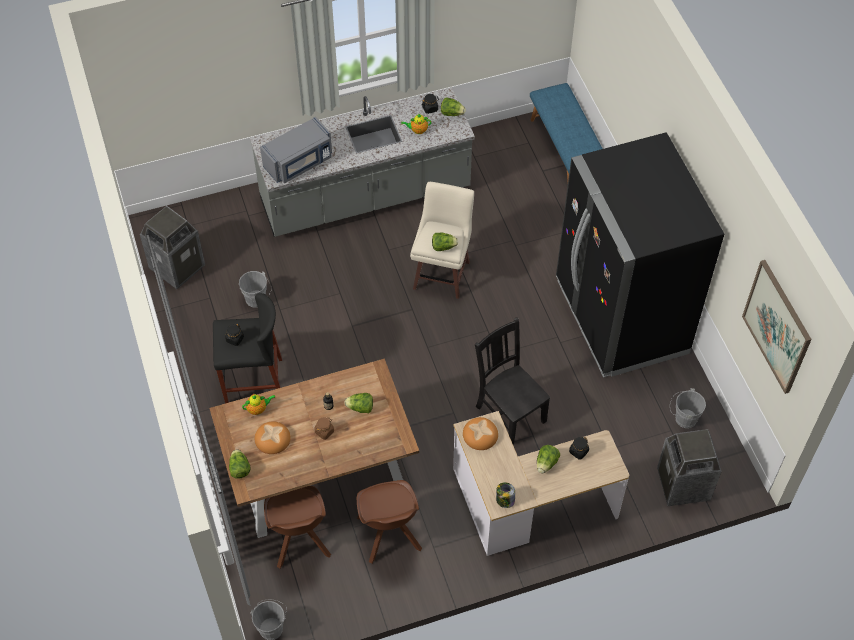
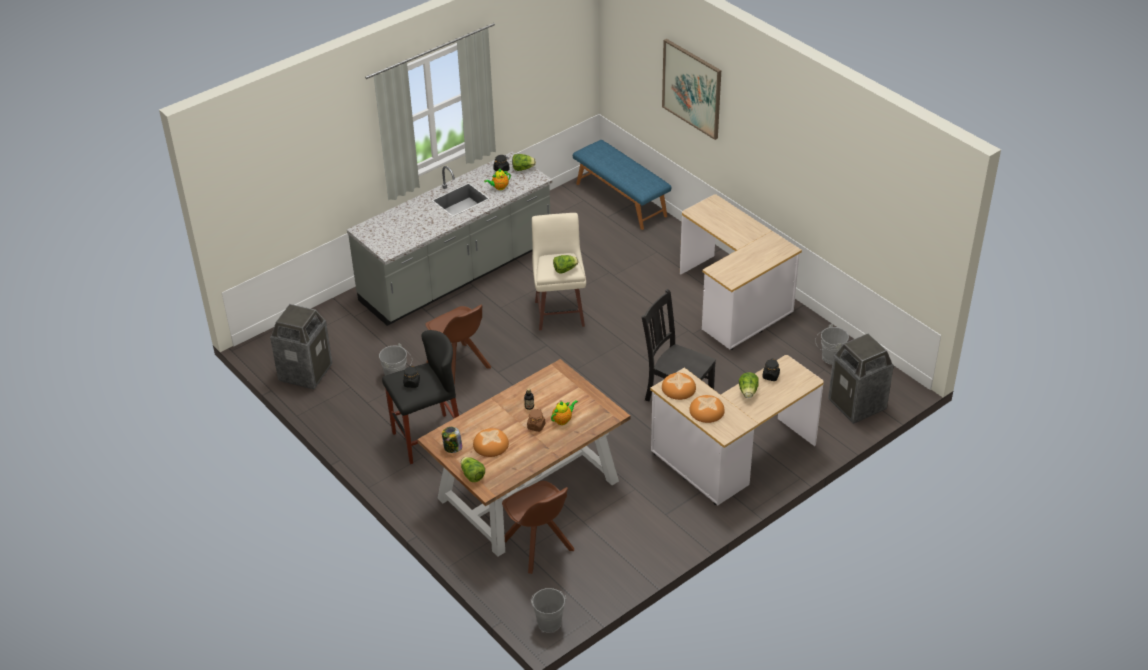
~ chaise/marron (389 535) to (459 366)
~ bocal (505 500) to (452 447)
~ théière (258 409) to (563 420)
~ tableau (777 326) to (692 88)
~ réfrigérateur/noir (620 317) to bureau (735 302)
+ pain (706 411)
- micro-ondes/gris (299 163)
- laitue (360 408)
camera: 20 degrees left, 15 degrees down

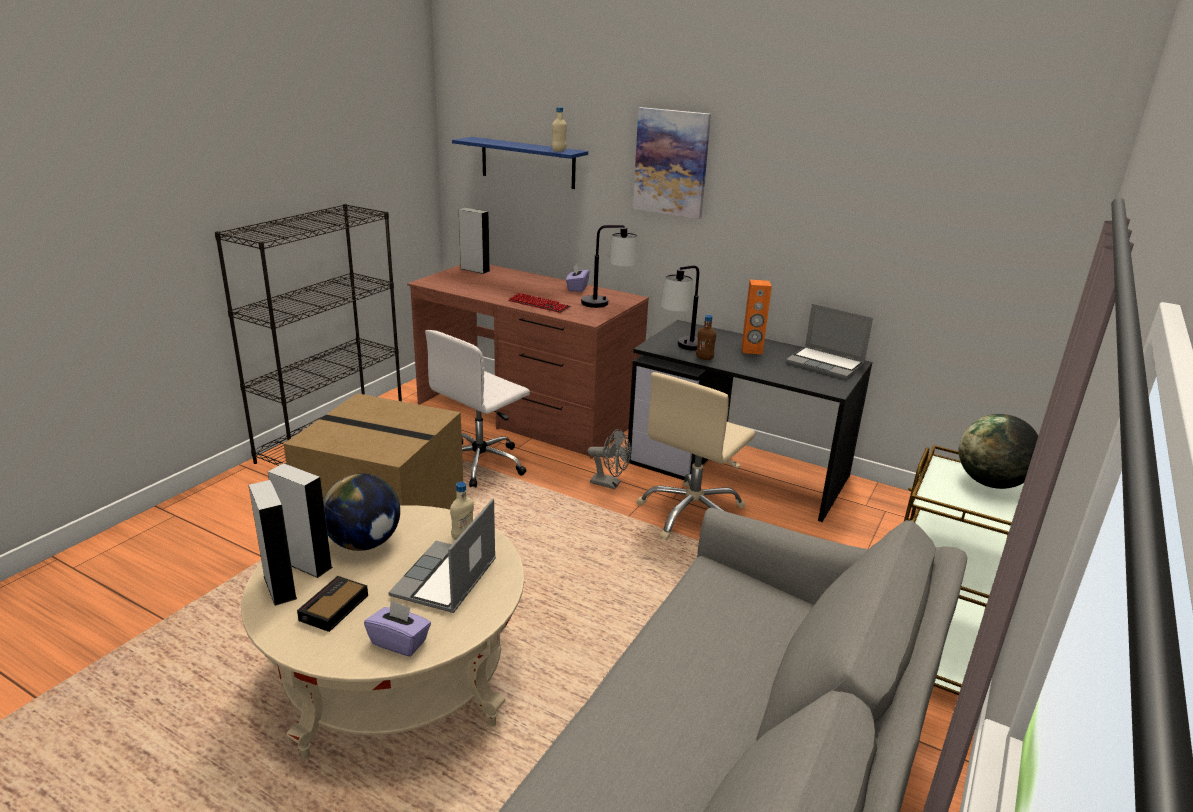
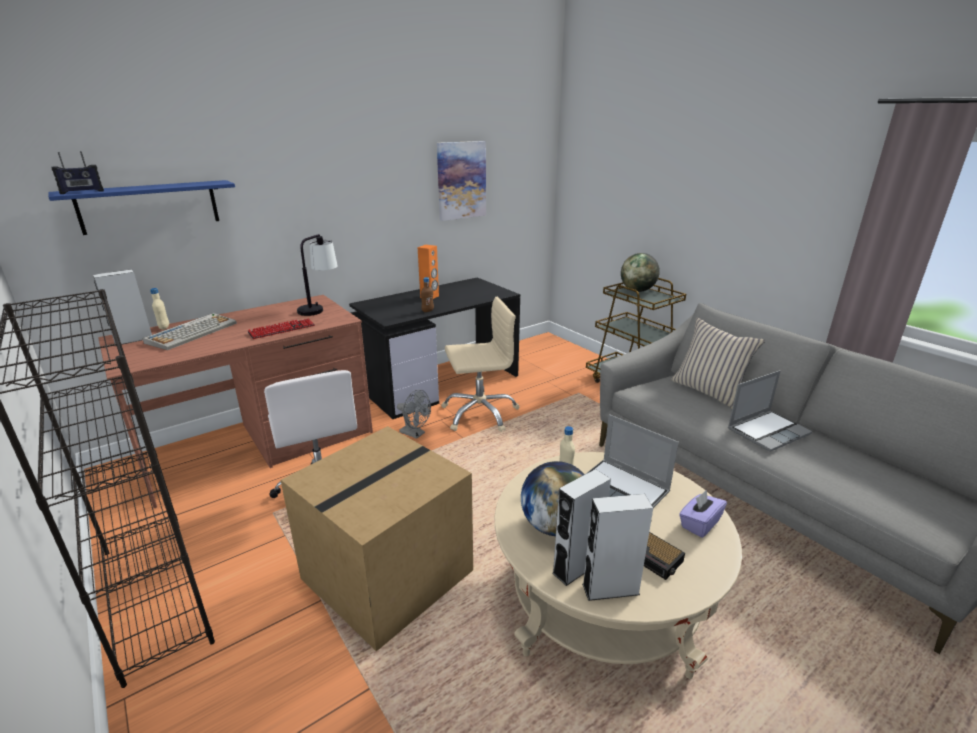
+ radio (82 192)
+ clavier (192 332)
~ bouteille/beige (559 150) to (164 327)
~ ventilateur/gris (610 484) = (415 434) 75 degrees clockwise
~ tableau (671 163) to (461 180)
~ chaise de bureau/beige (692 515) = (480 413) 75 degrees counterclockwise
+ coussin/beige (708 391)
~ ordinateur portable (826 364) to (768 431)
- boîte à mouchoirs/violet (577 288)
- lampe de table (682 348)
camera: 65 degrees left, 0 degrees up

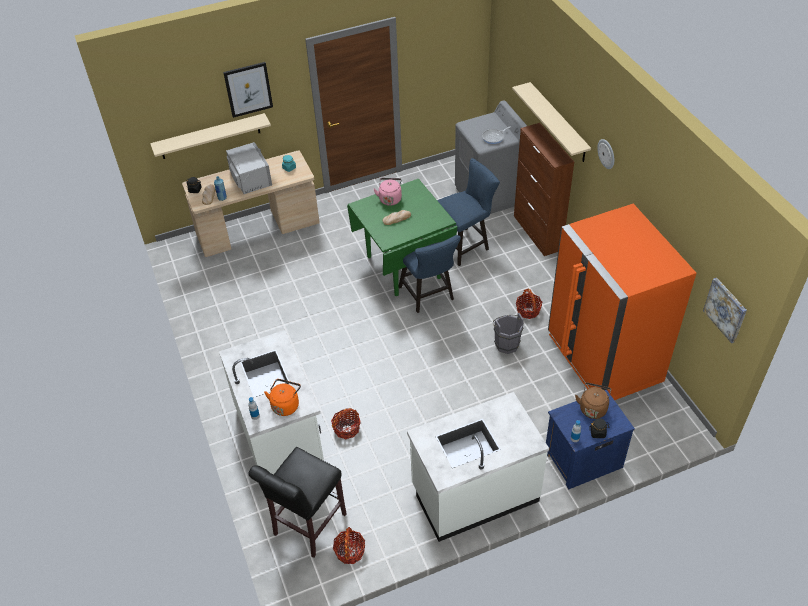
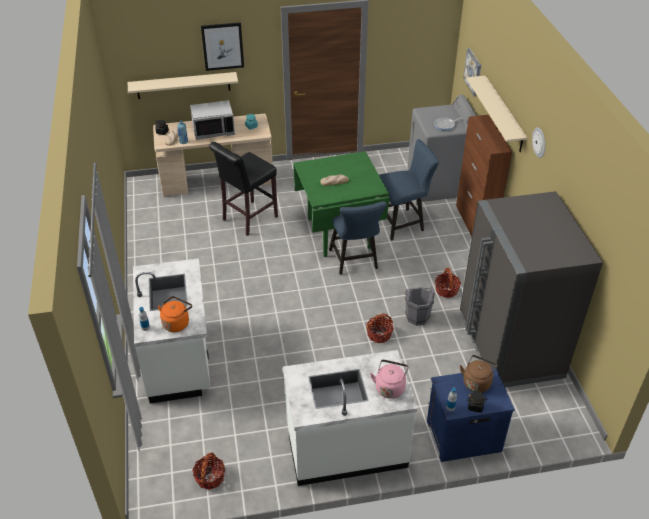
~ micro-ondes/gris (250 179) = (213 130) 90 degrees clockwise
~ tabouret/noir (307 527) to (247 219)
~ panier (346 428) to (379 334)
~ bouilloire/rose (390 198) to (390 387)
~ réfrigérateur/orange (603 358) to réfrigérateur/gris (509 346)
~ tableau (725 309) to (473 72)
camera: 10 degrees right, 5 degrees down

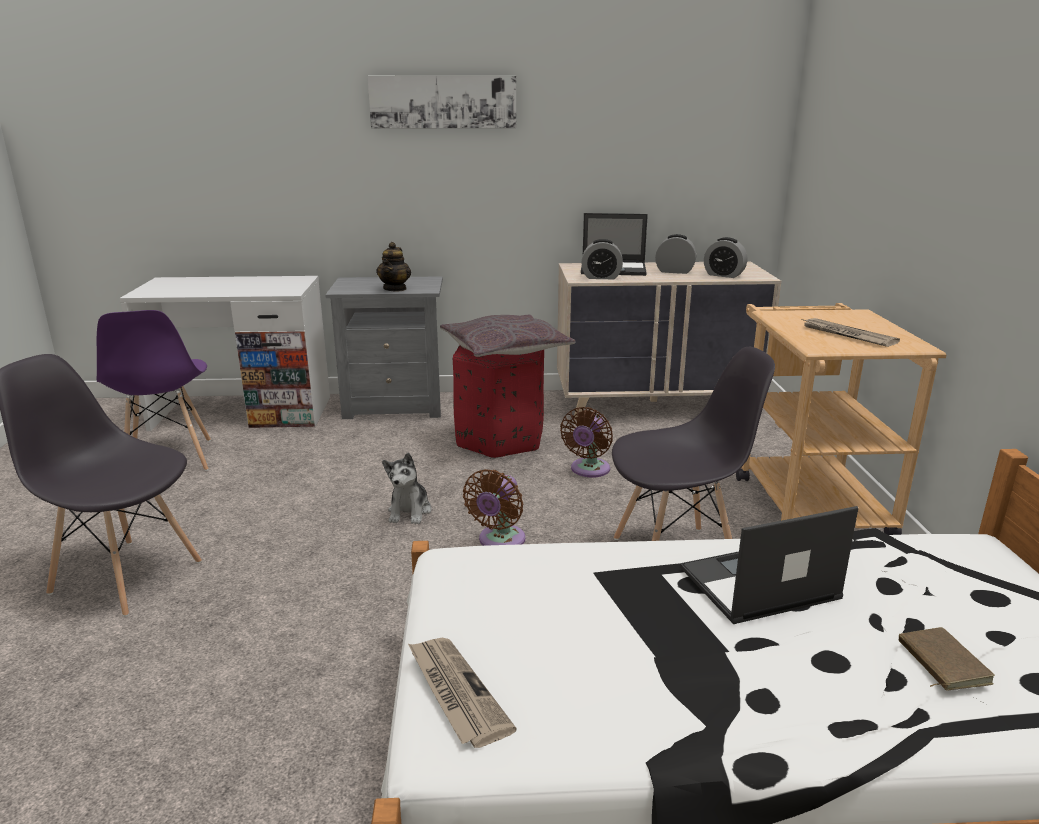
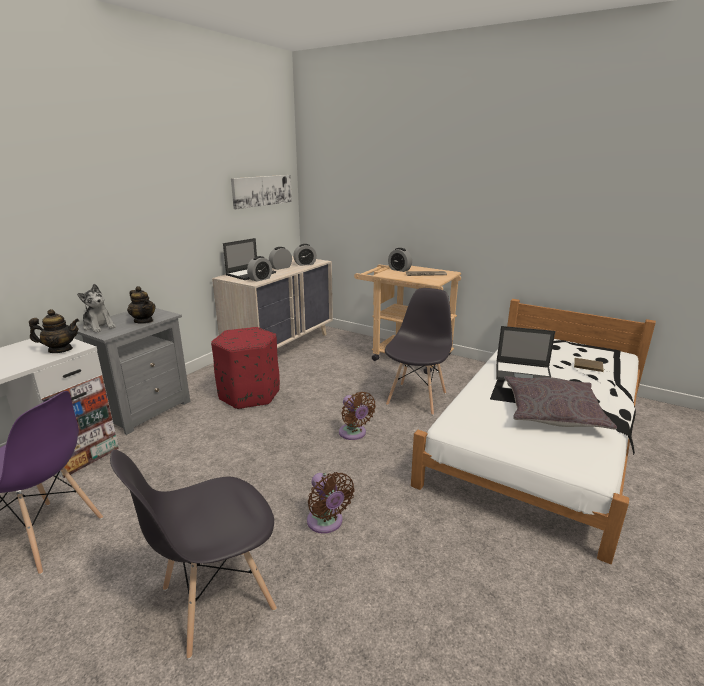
+ théière (60 350)
~ peluche (409 511) to (99 326)
~ tableau (443 102) to (262 191)
~ ventilateur/marron (588 470) to (326 523)
+ réveil (399 270)
~ ordinateur portable (757 583) = (523 373) 90 degrees counterclockwise
~ coussin/gris (505 349) to (552 412)
- journal (455 692)
camera: 55 degrees left, 0 degrees up

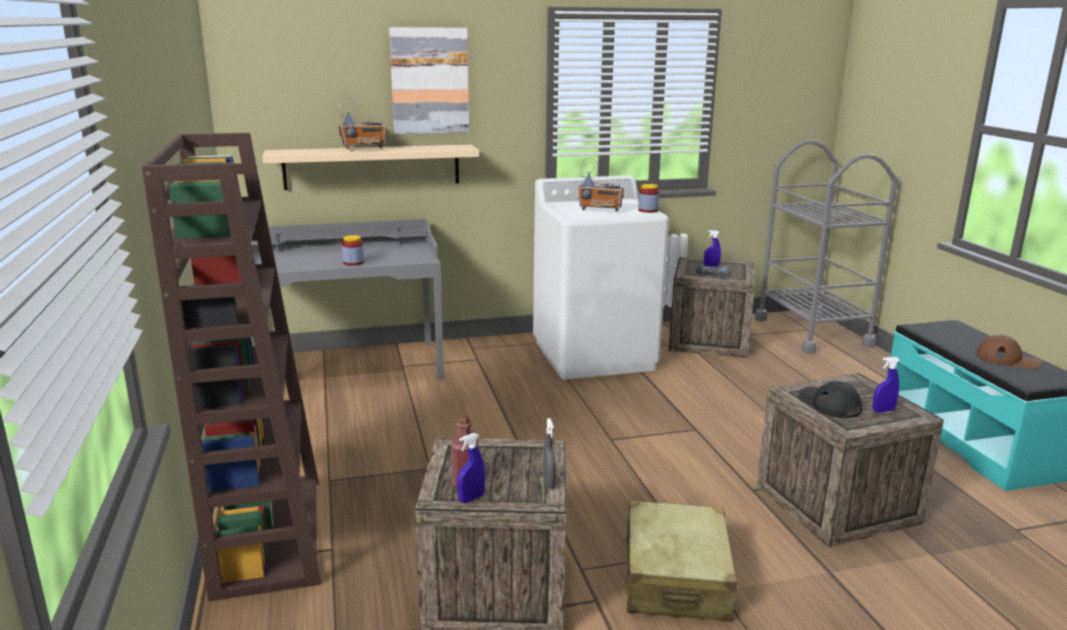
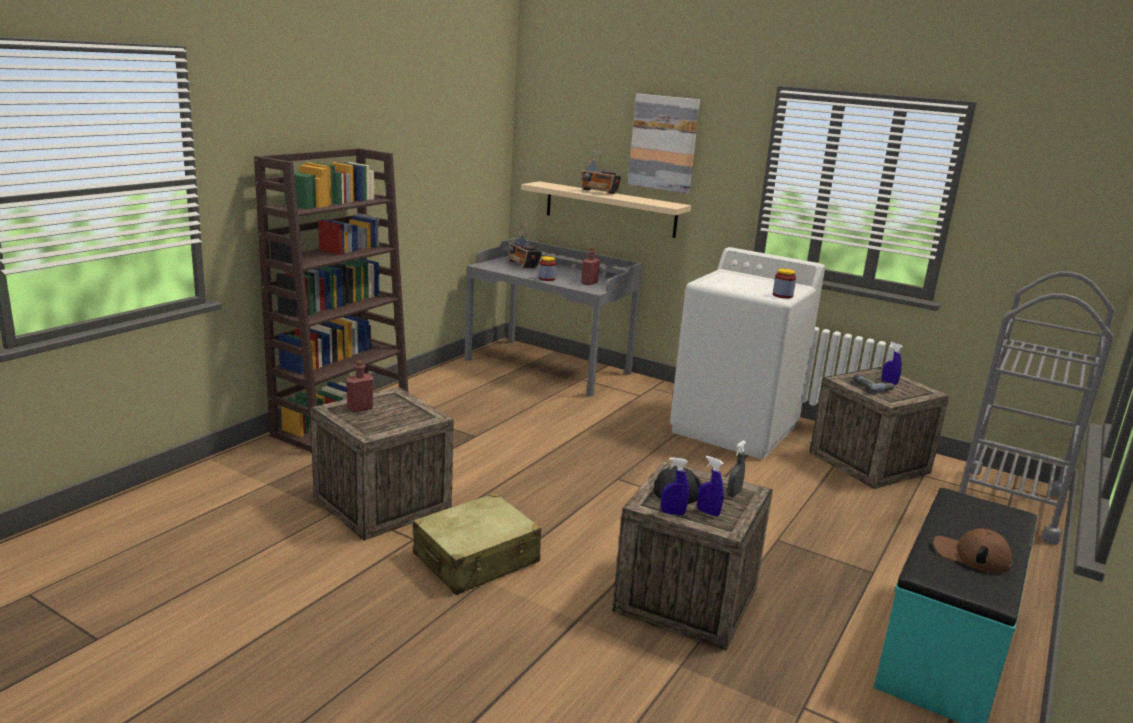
~ radio (600 210) to (523 265)
+ bouteille/rouge (589 283)
~ vaporisateur/bleu (471 499) to (672 513)
~ vaporisateur/gris (549 483) to (734 494)
~ casquette/marron (1007 359) = (970 555) 135 degrees clockwise
camera: 45 degrees right, 0 degrees up

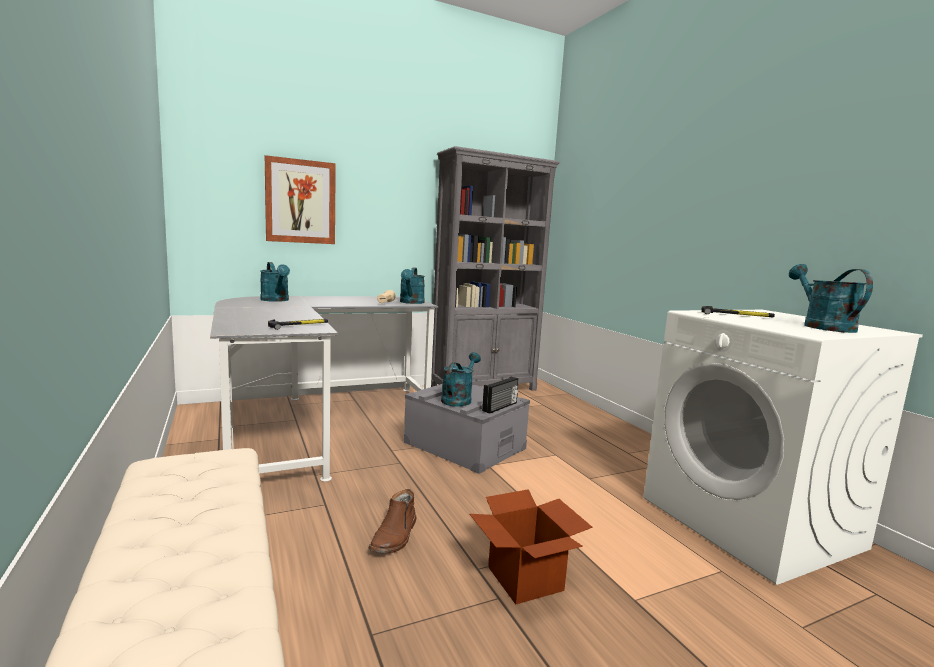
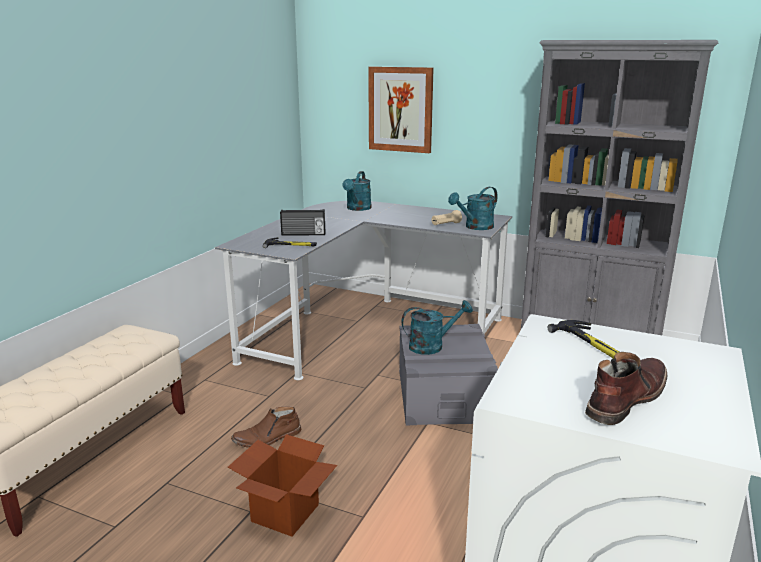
~ radio (500 407) to (303 234)
~ arrosoir/turquoise (822 326) to botte/marron (624 398)
camera: 50 degrees right, 10 degrees up

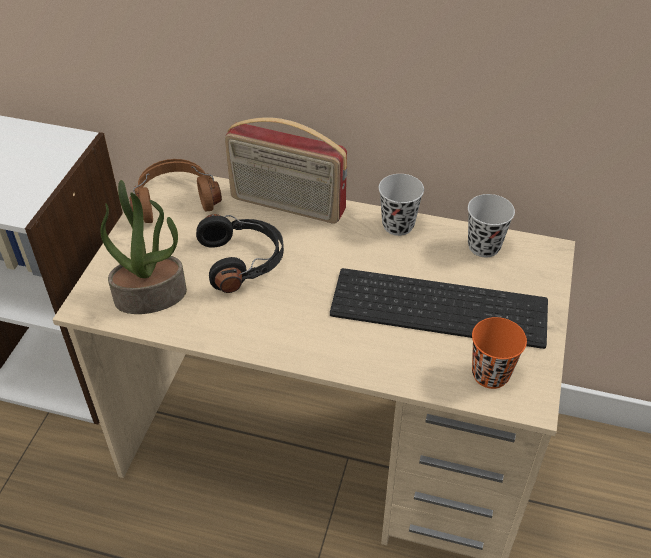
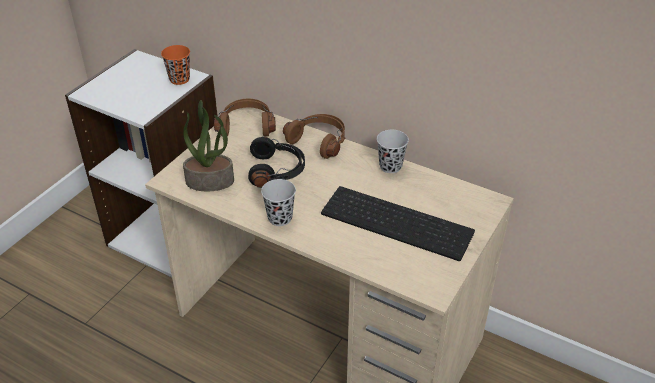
~ tasse/orange (490 374) to (179 79)
~ tasse/noir (484 246) to (280 218)
~ radio (287 206) to casque audio/marron (319 141)
camera: 15 degrees right, 5 degrees down

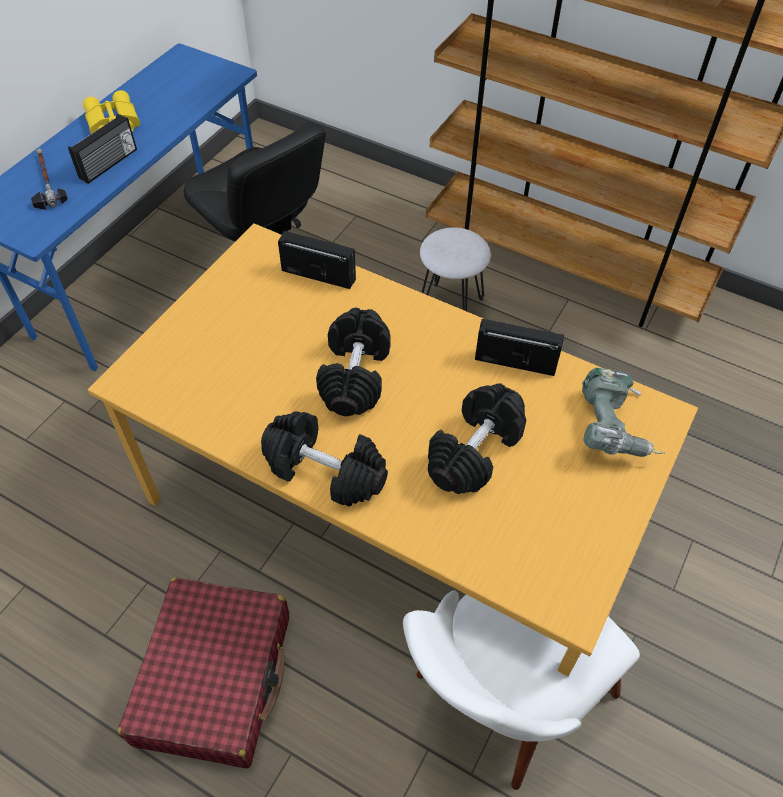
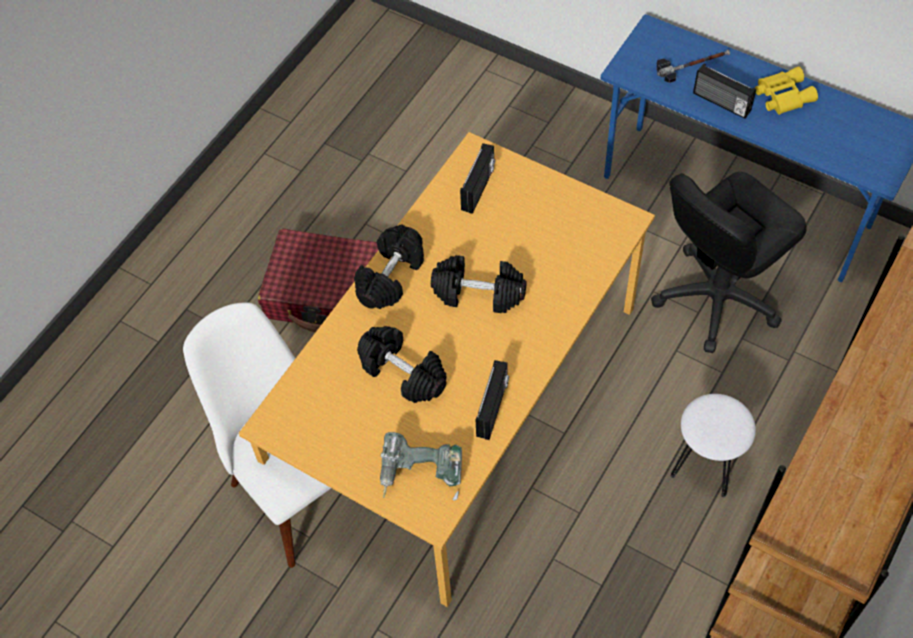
~ radio (319 274) to (479 189)
camera: 95 degrees right, 5 degrees up

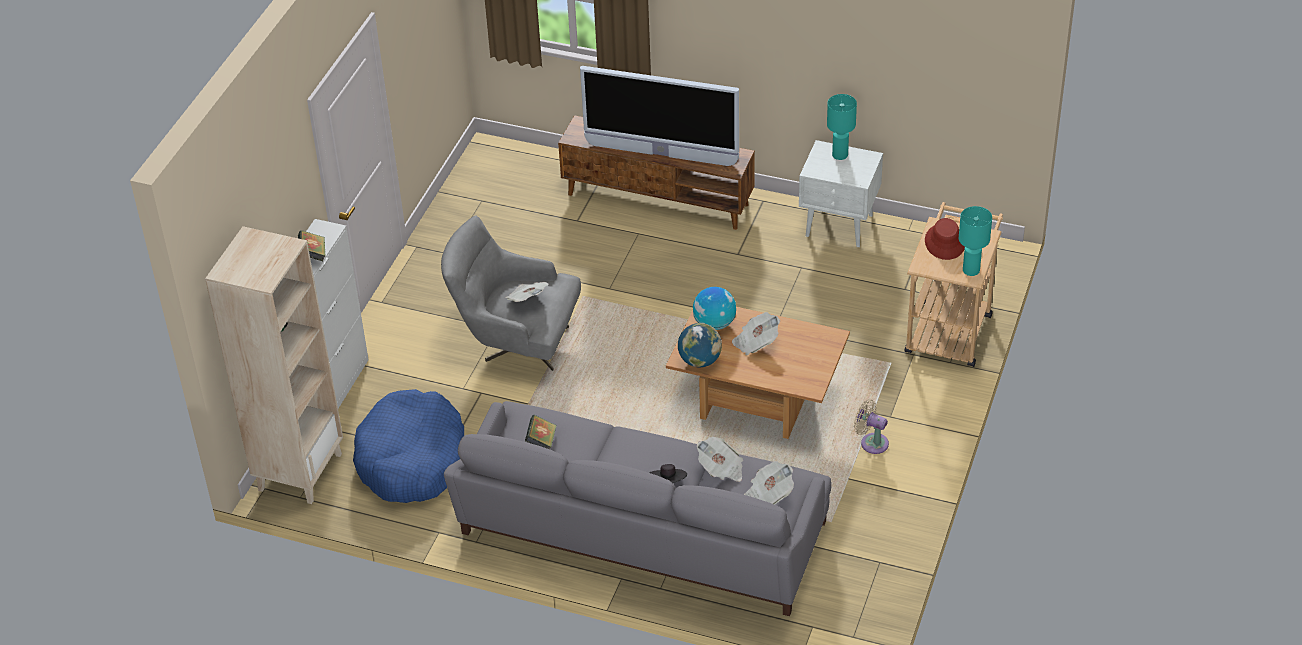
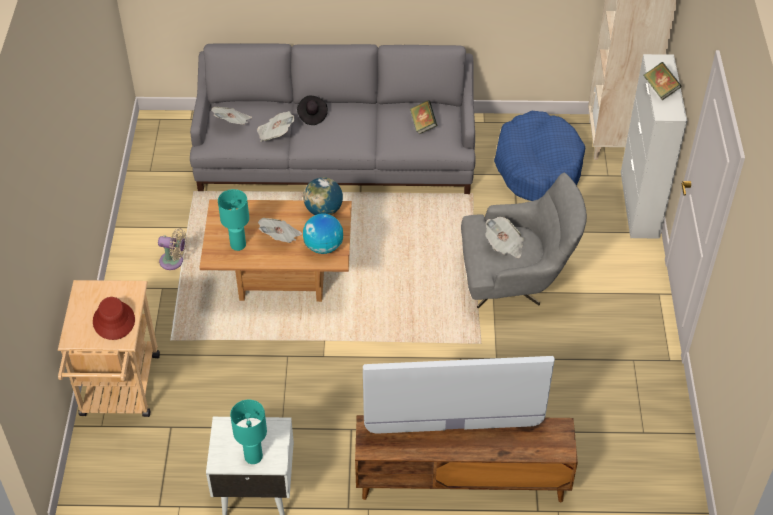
~ lampe de table/turquoise (971 271) to (238 245)
camera: 160 degrees right, 5 degrees up

